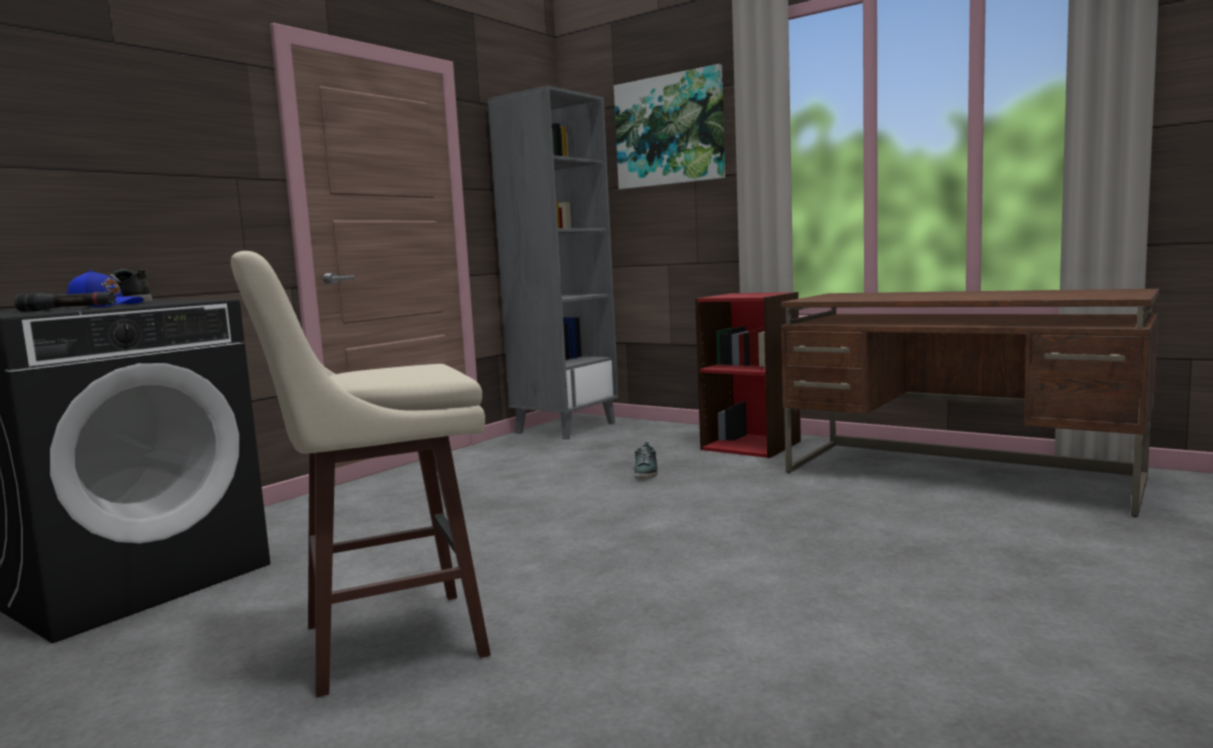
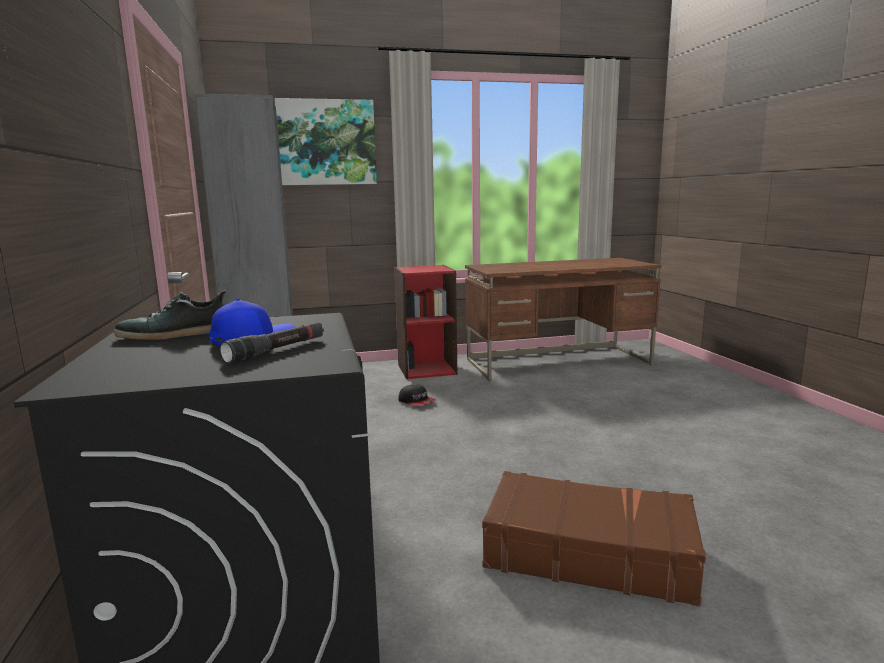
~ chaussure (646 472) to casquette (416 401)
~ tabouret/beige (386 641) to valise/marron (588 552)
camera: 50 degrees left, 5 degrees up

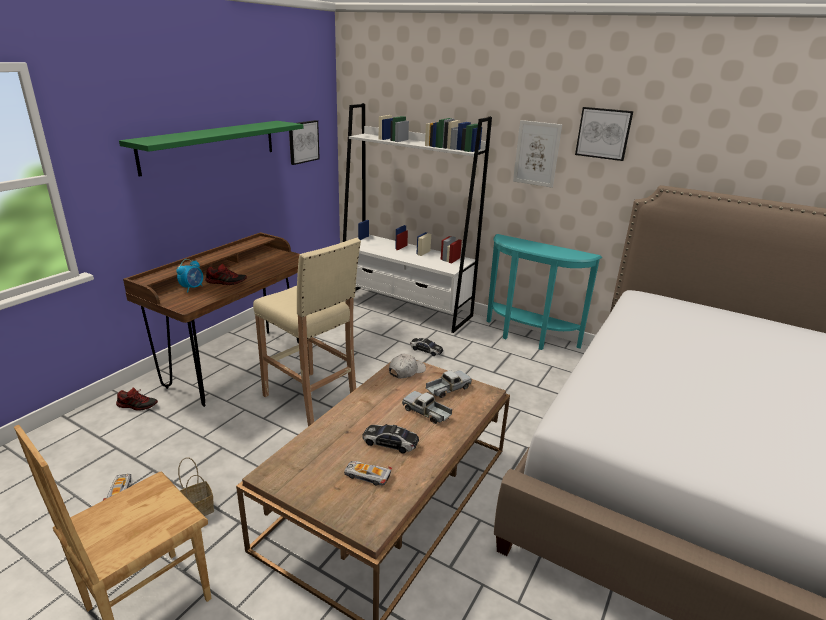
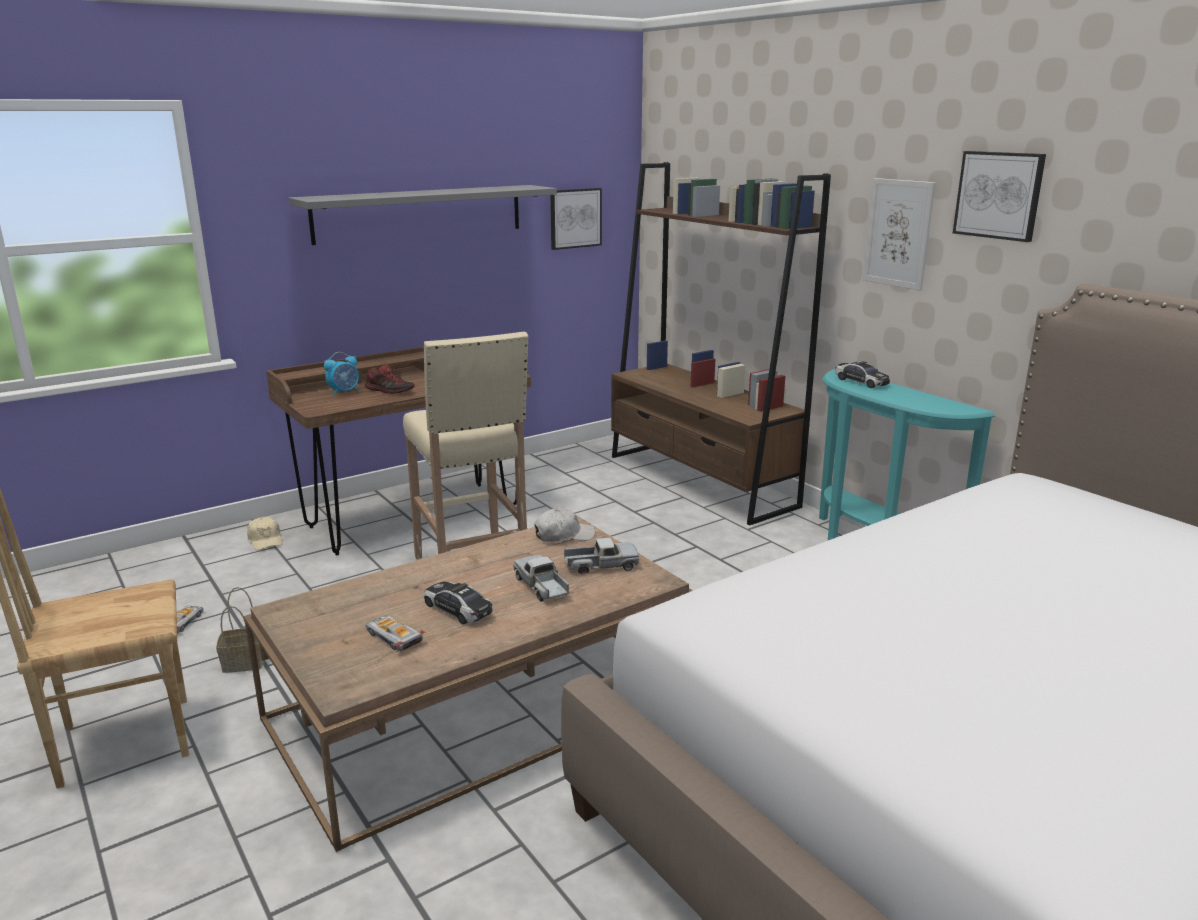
~ chaussure (137 405) to casquette/beige (265 540)
~ étagère/vert (210 146) to étagère/gris (420 213)
~ bibliothèque/blanc (405 307) to bibliothèque/marron (700 481)
~ petite voiture (426 350) to (861 381)
camera: 25 degrees right, 5 degrees down

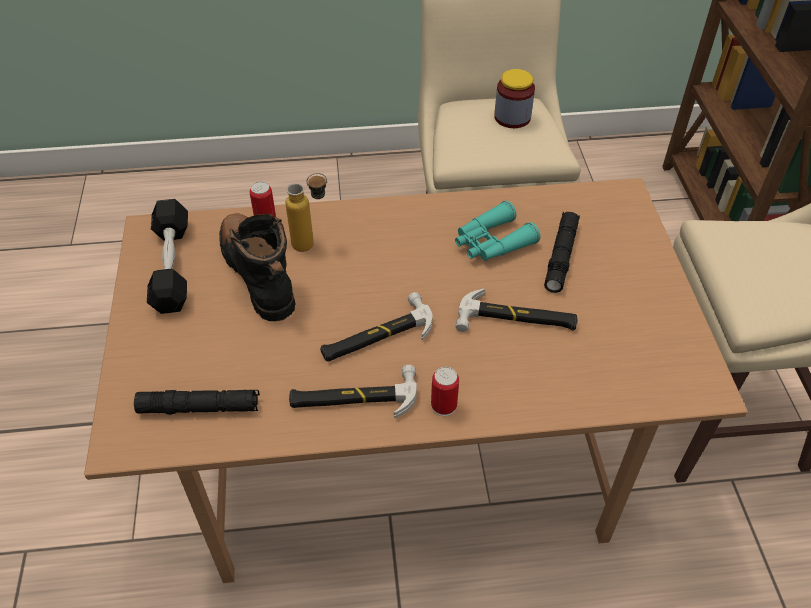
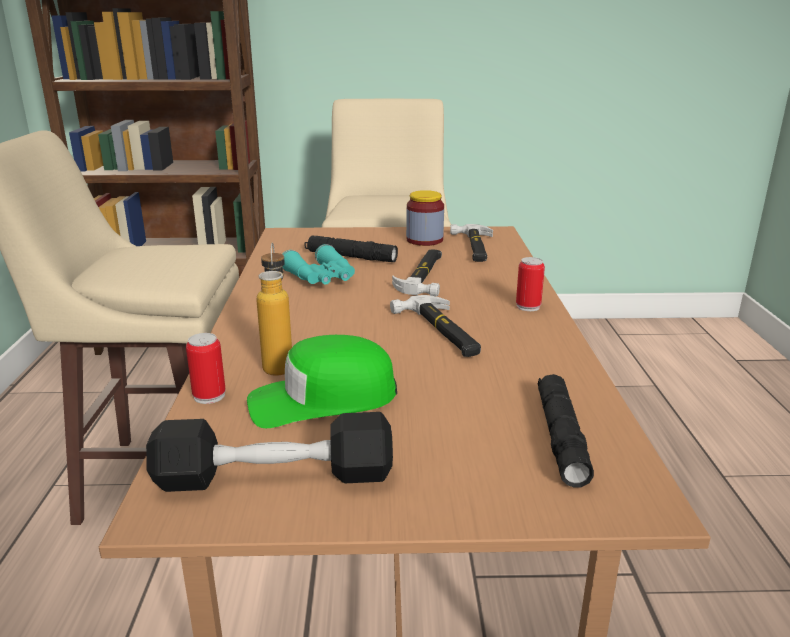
~ botte/noir (259 274) to casquette/vert (323 399)
~ bocal (512 117) to (424 240)
~ marteau (353 397) to (473 247)
camera: 85 degrees left, 25 degrees down

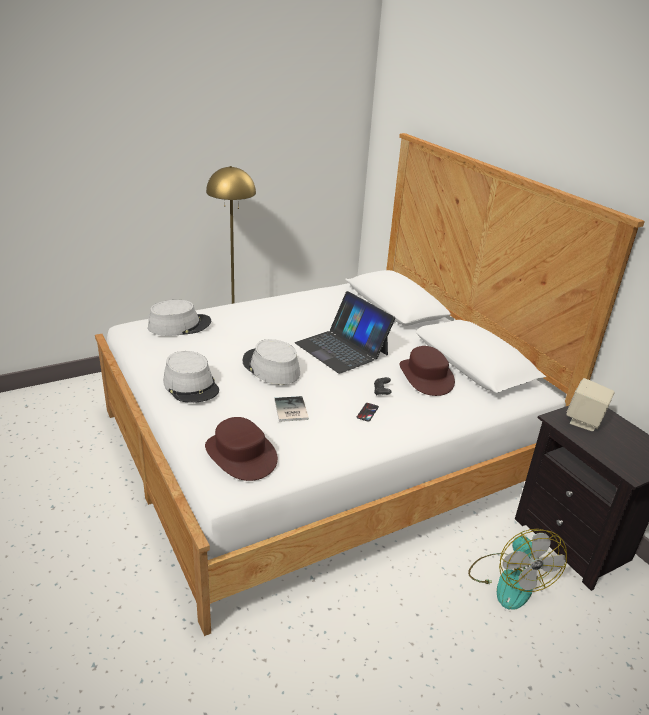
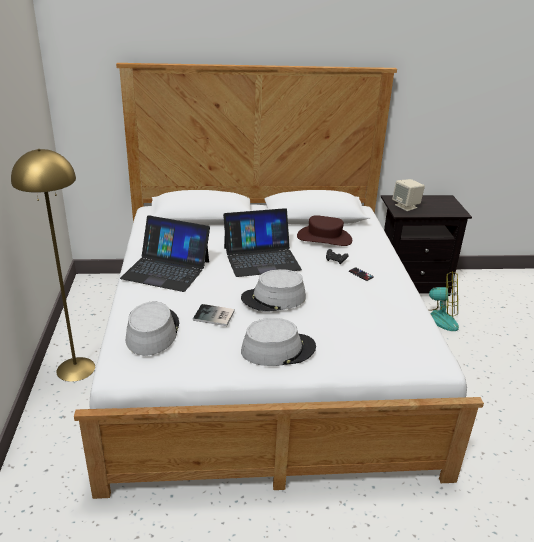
+ ordinateur portable (166 269)
~ livre (290 410) to (214 316)
- chapeau/marron (240 455)
camera: 65 degrees left, 0 degrees up

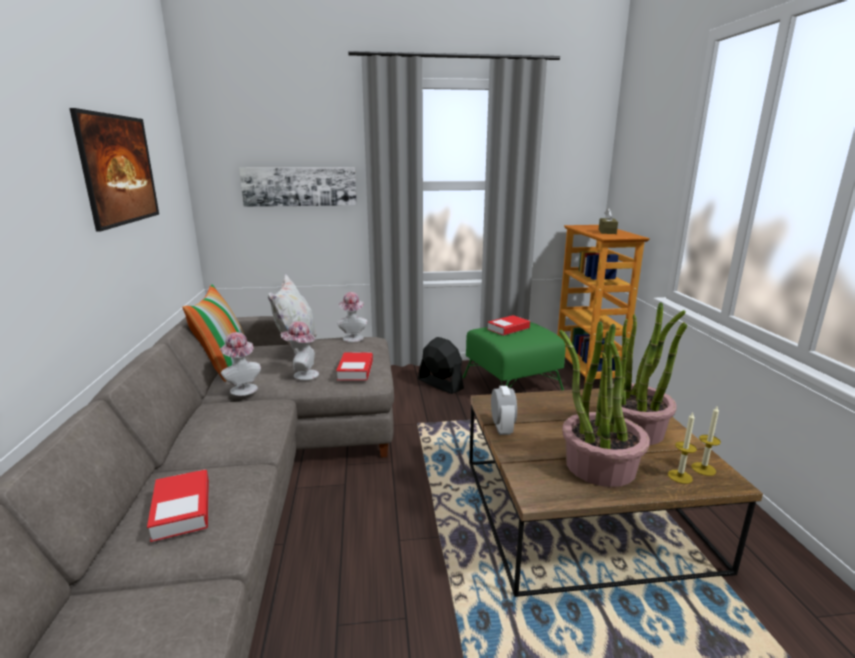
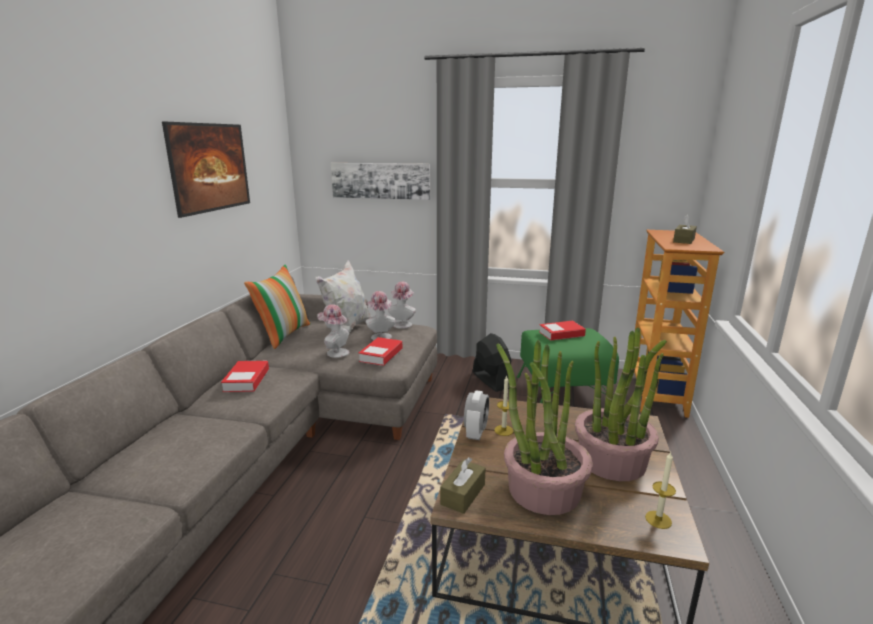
~ livre (182 509) to (246 380)
~ chapeau (242 388) to (380 336)
+ boîte à mouchoirs/marron (463 494)
~ bougie (680 476) to (503 430)
camera: 20 degrees right, 0 degrees up

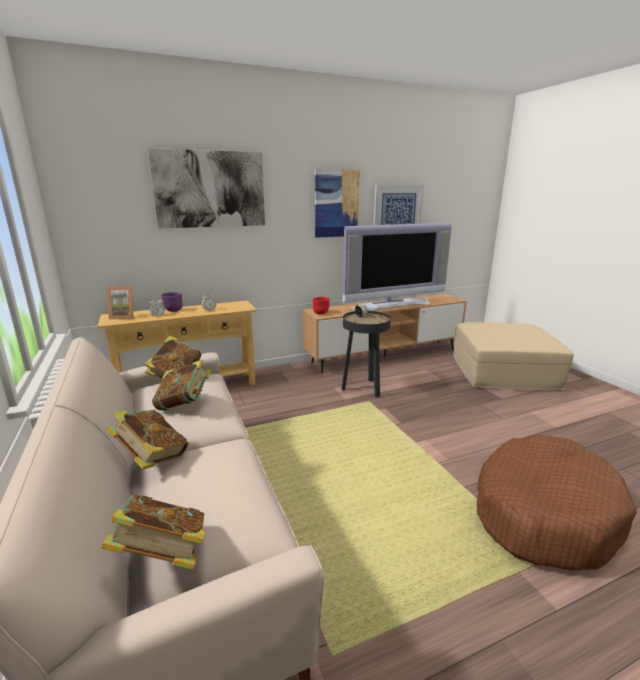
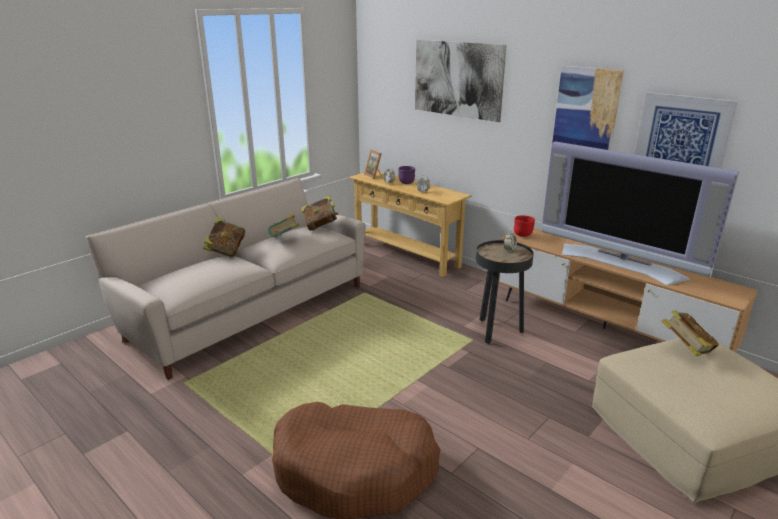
~ livre (163 557) to (685 349)
camera: 65 degrees right, 5 degrees up

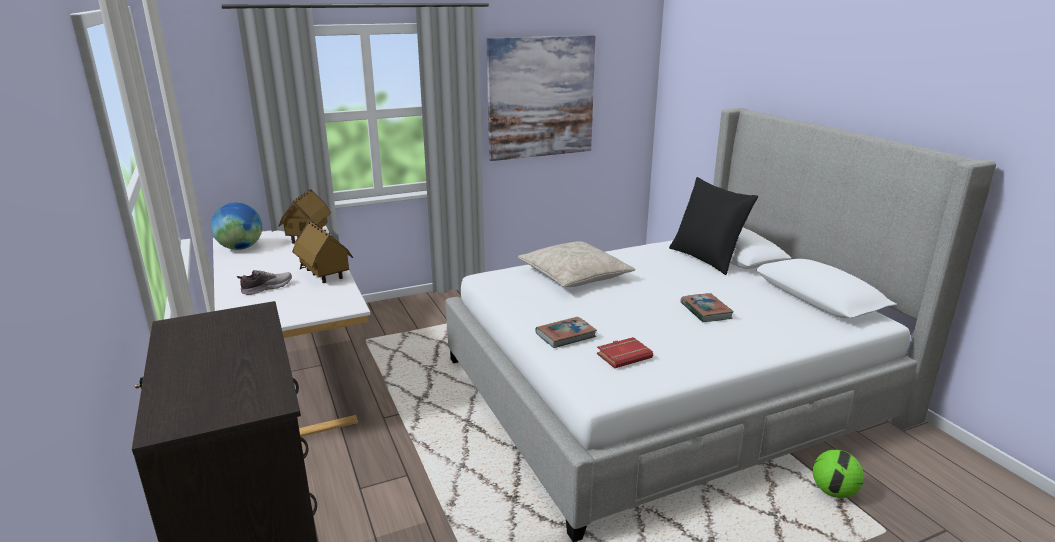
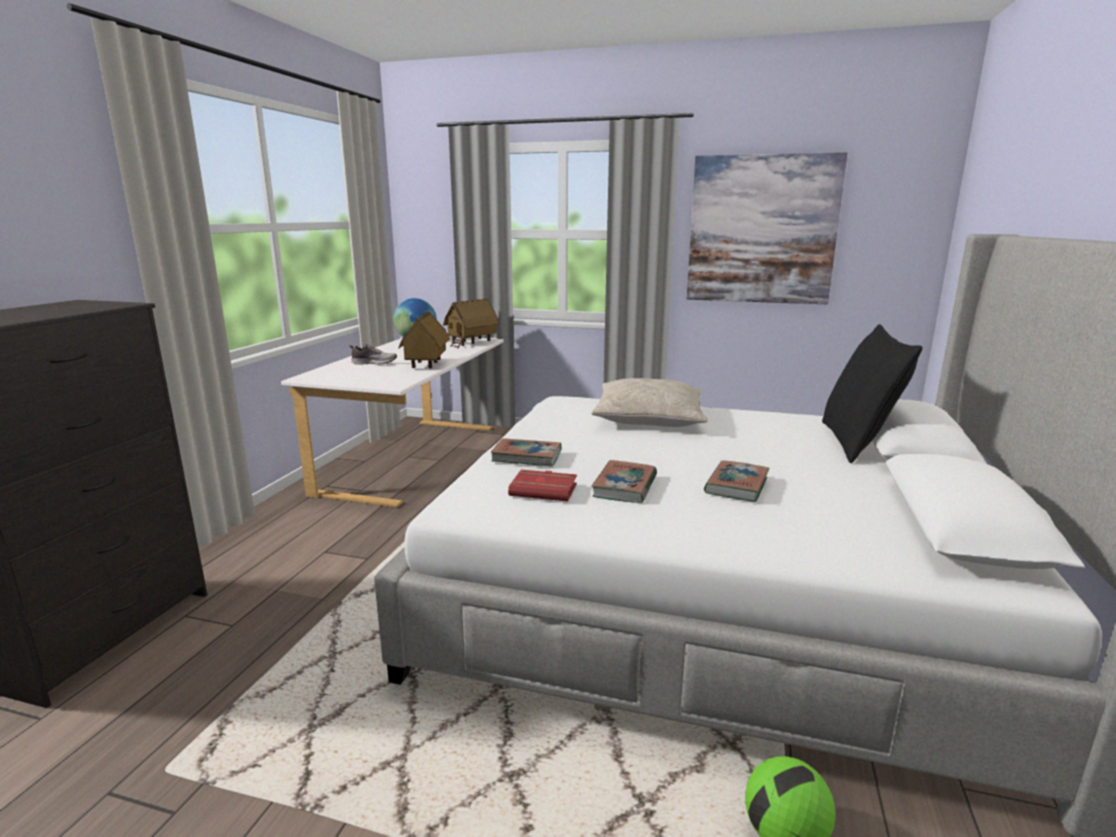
+ livre (625 486)
camera: 40 degrees right, 5 degrees down

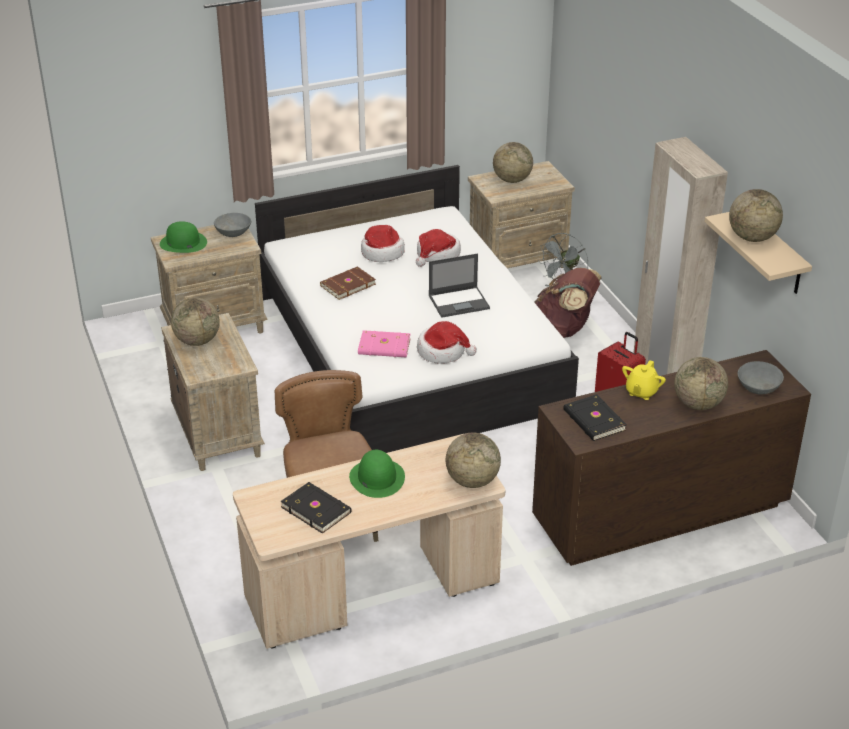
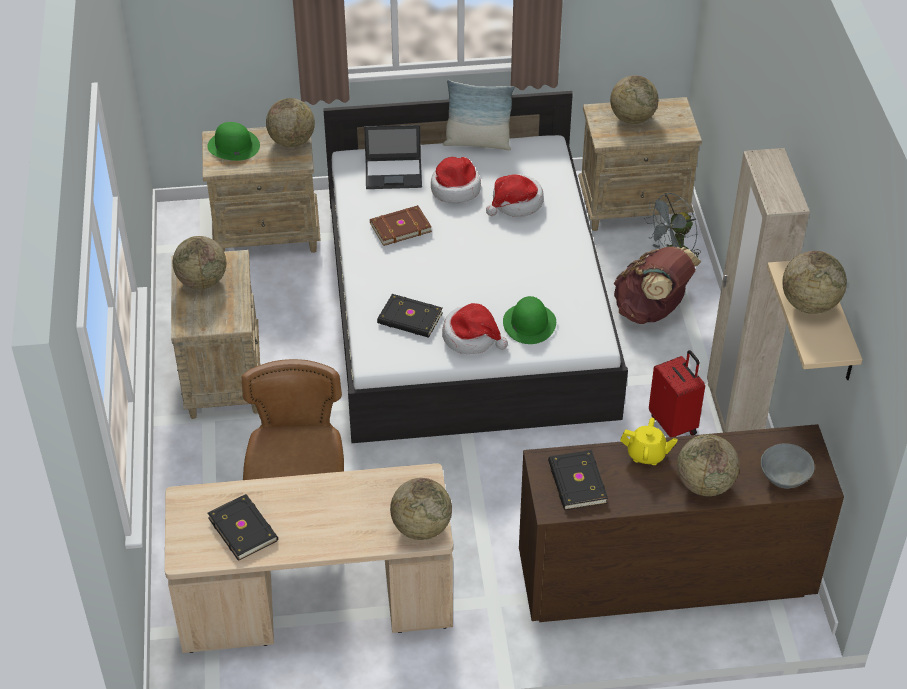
~ bol/gris (233 233) to globe (292 141)
~ ordinateur portable (459 302) to (394 173)
~ livre/rose (384 347) to livre/noir (410 319)
+ coussin (477 143)
~ chapeau/vert (376 478) to (529 323)
~ théière/jaune (641 392) = (646 454) 120 degrees counterclockwise
camera: 15 degrees right, 10 degrees up

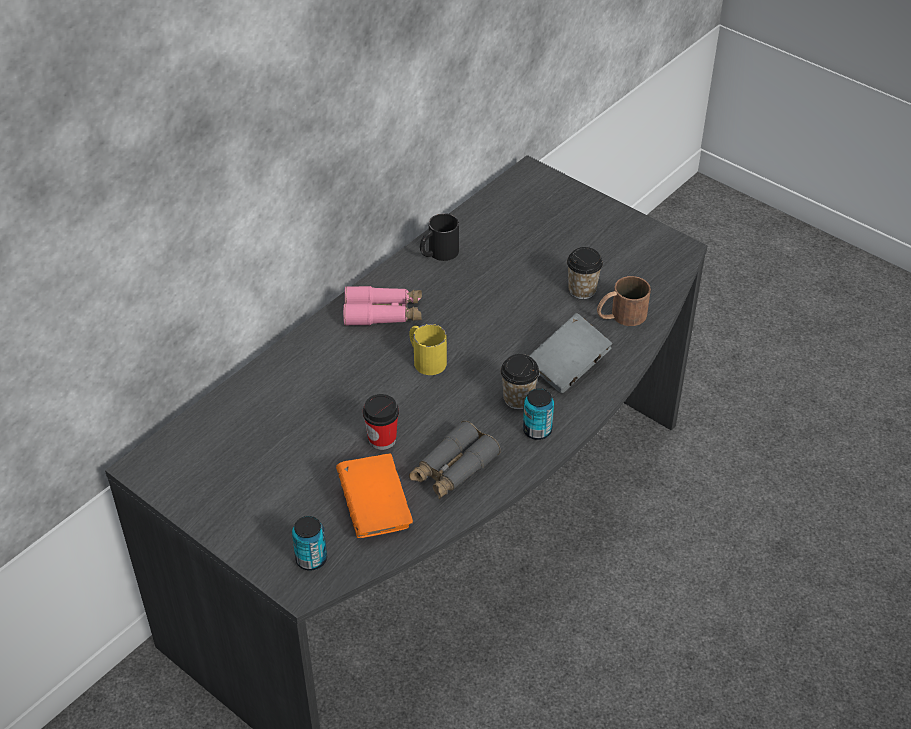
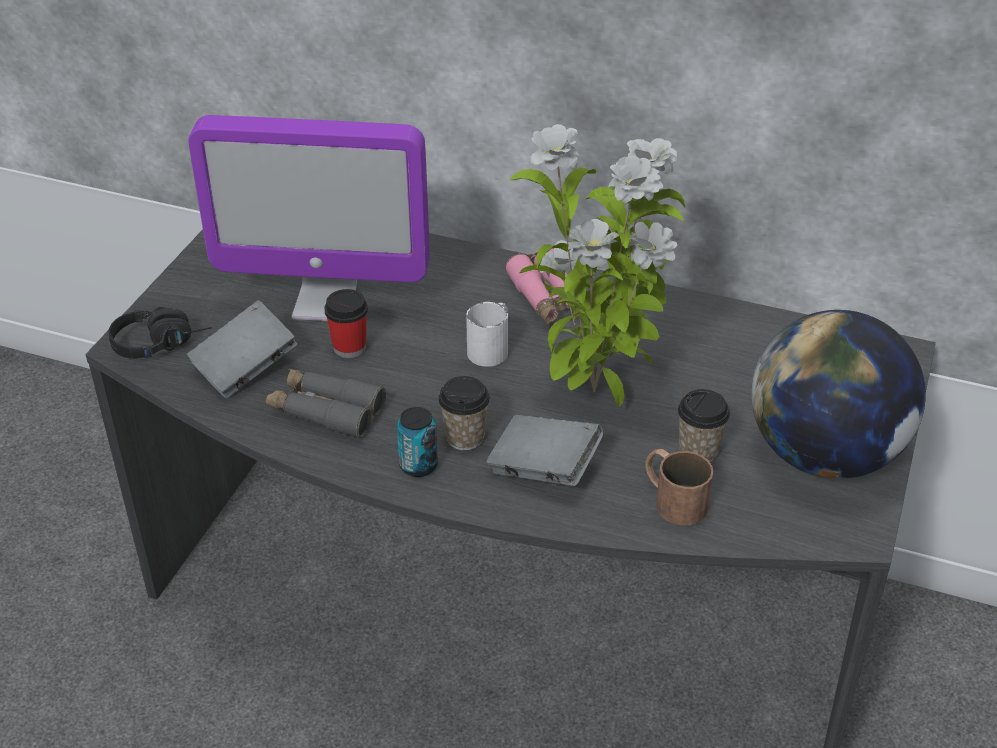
~ boîte métallique (311 559) to casque audio/noir (162 343)
~ livre/orange (375 509) to livre/gris (245 368)
+ écran d'ordinateur (325 302)
~ mug/jaune (425 359) to mug/blanc (492 348)
+ plante en pot (597 394)
+ globe (824 455)
- mug/noir (438 253)
camera: 70 degrees right, 5 degrees down

